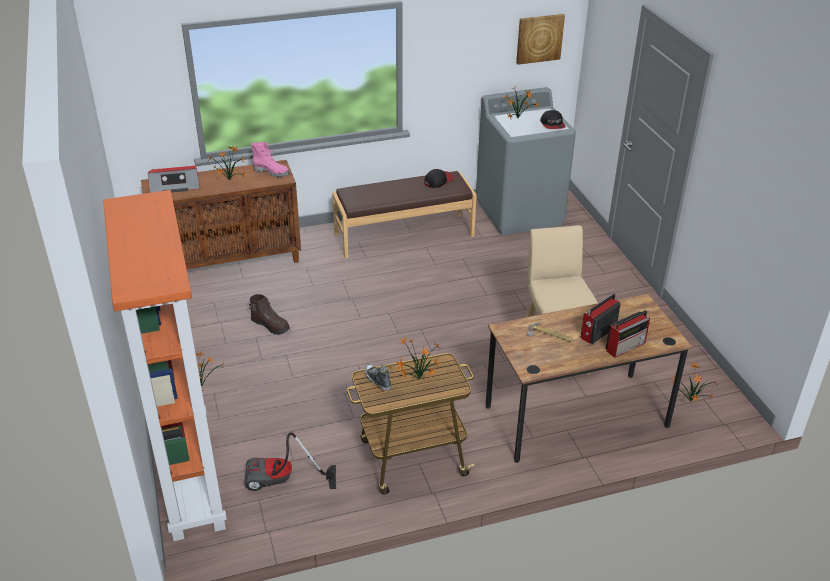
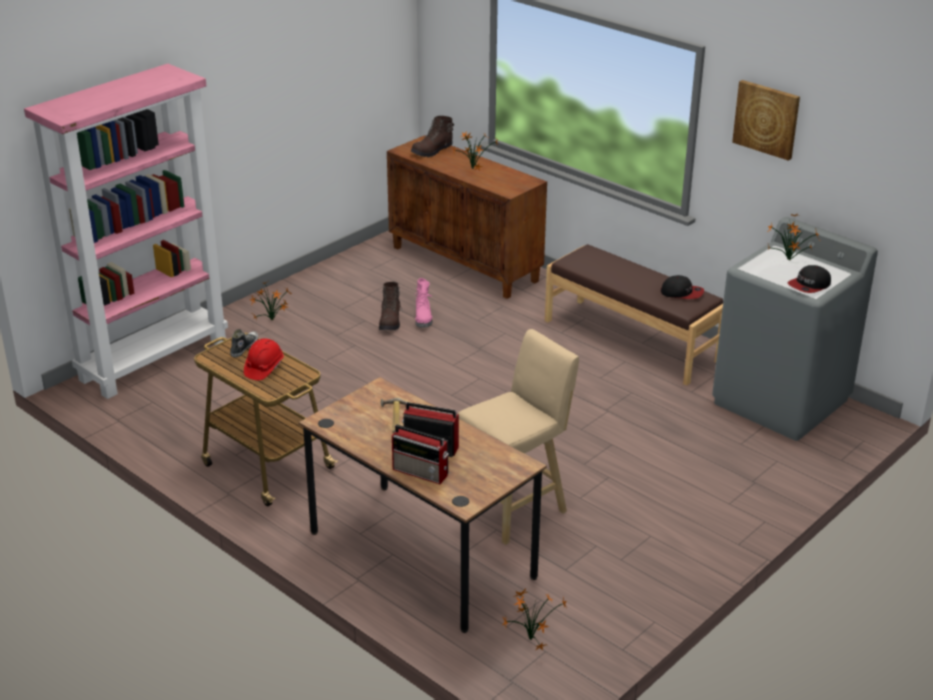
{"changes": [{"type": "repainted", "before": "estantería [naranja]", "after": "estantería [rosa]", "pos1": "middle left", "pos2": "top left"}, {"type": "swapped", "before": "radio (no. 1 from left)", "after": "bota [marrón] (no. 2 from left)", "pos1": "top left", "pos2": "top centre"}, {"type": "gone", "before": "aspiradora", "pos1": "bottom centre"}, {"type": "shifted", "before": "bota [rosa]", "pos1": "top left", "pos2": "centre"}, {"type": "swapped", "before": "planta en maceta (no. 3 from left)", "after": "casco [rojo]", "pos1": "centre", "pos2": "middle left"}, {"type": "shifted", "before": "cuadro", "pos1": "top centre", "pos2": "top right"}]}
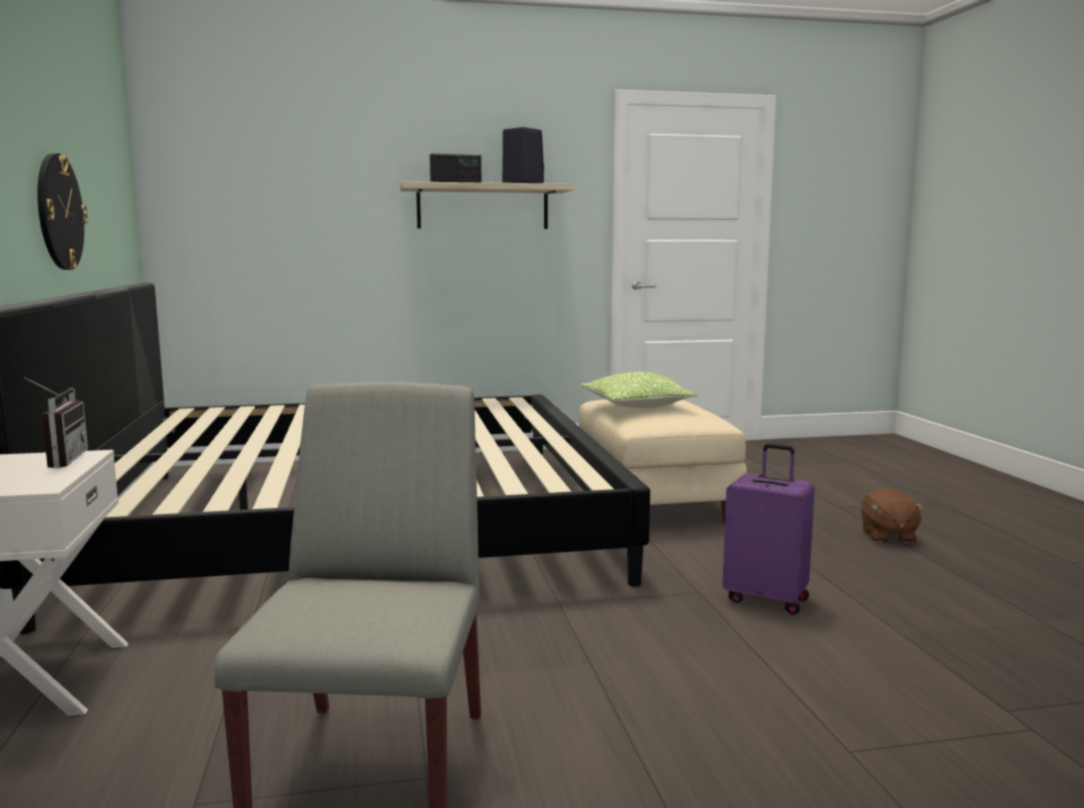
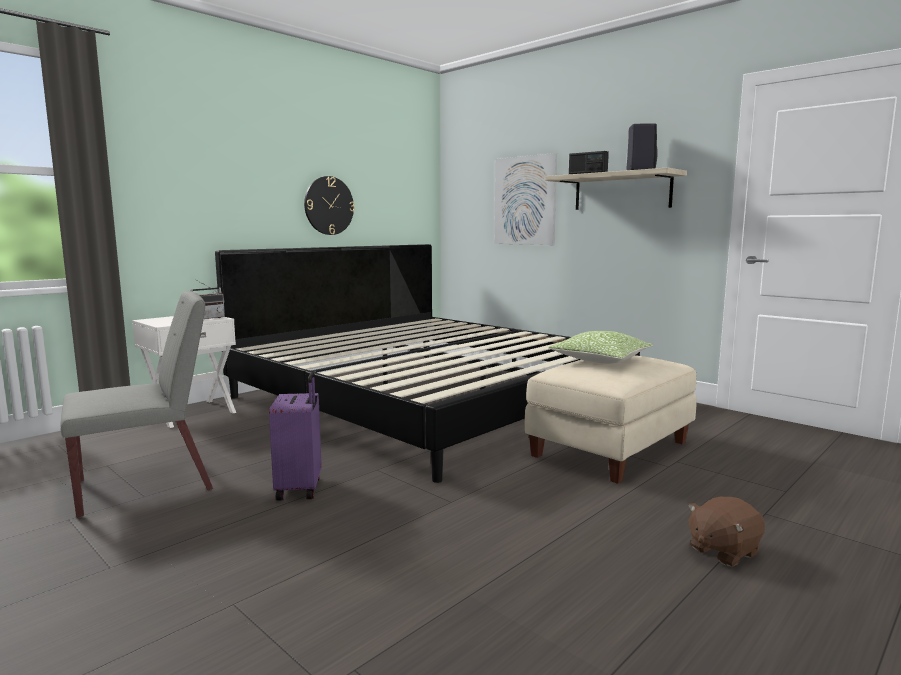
{"changes": [{"type": "shifted", "before": "maleta [morado]", "pos1": "middle right", "pos2": "middle left"}, {"type": "new", "after": "cuadro", "pos2": "top centre"}]}
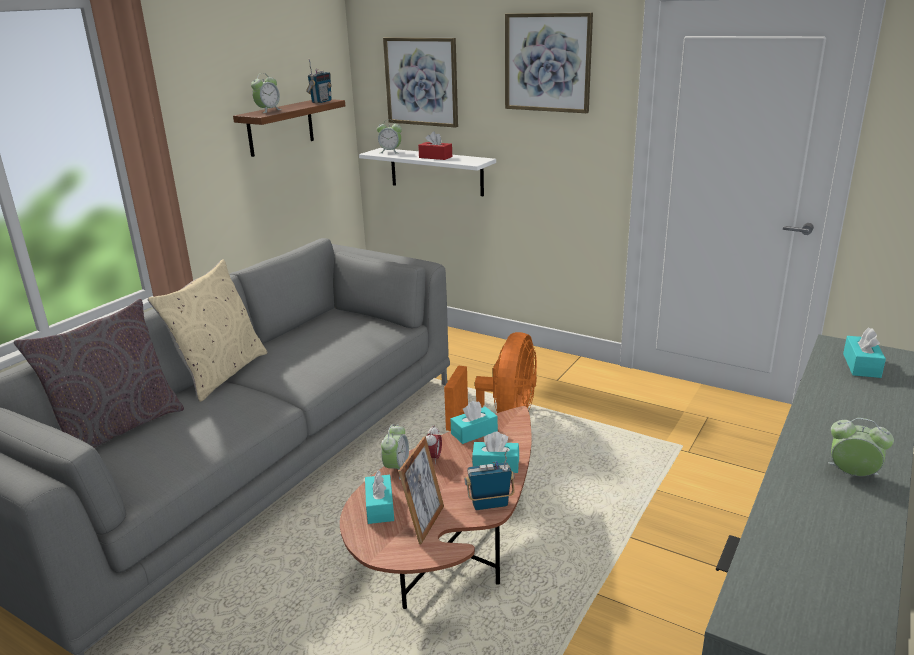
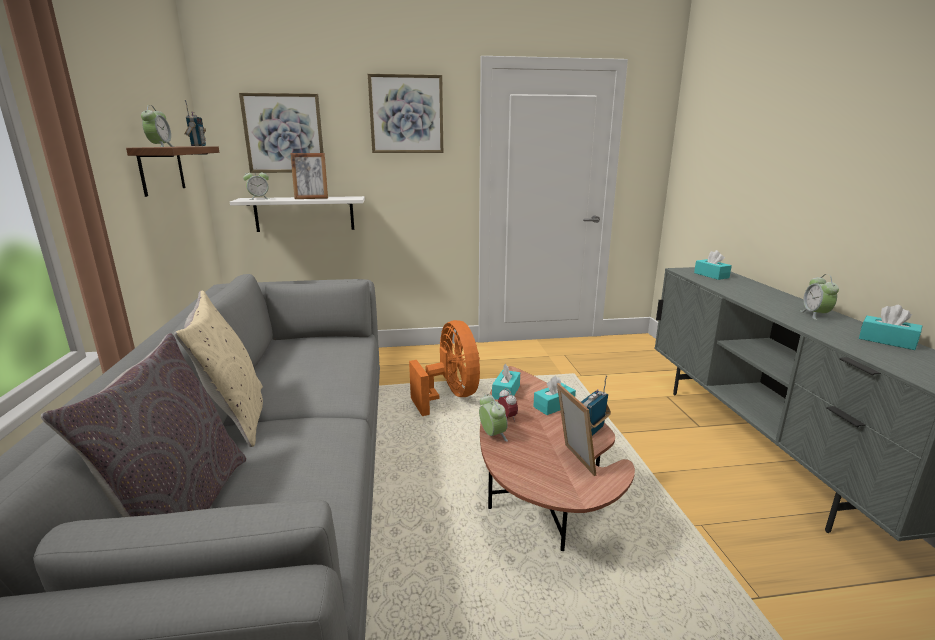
{"changes": [{"type": "shifted", "before": "caja de pañuelos [turquesa] (no. 1 from left in the first image)", "after": "caja de pañuelos [turquesa] (no. 4 from left)", "pos1": "bottom centre", "pos2": "middle right"}, {"type": "swapped", "before": "caja de pañuelos [rojo]", "after": "portarretratos (no. 1 from left)", "pos1": "top centre", "pos2": "top left"}, {"type": "rotated", "before": "despertador (no. 5 from left)", "pos1": "bottom right", "pos2": "middle right", "turn": -75}]}
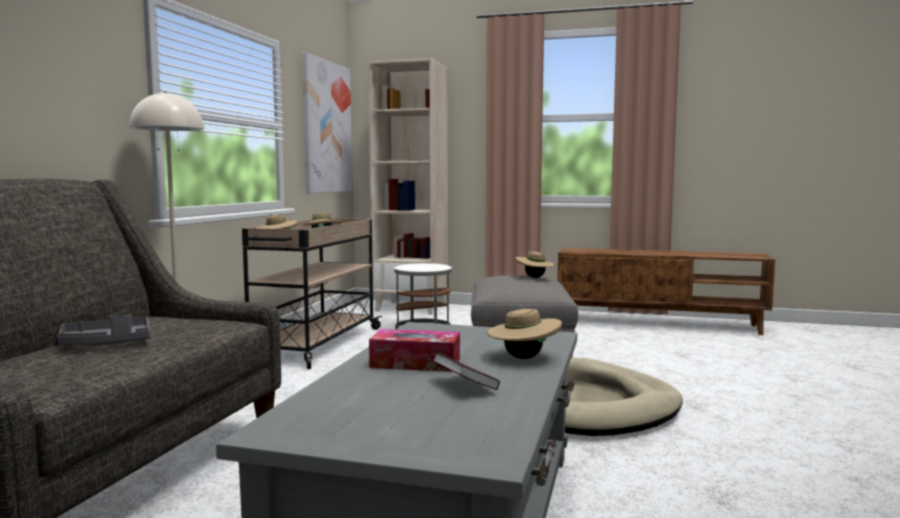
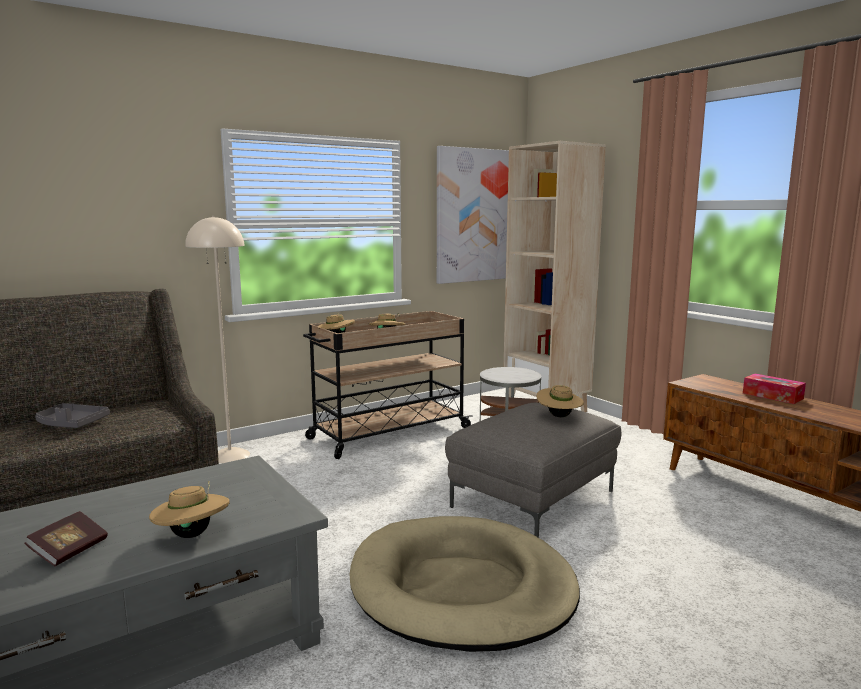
{"changes": [{"type": "shifted", "before": "caja de pañuelos", "pos1": "bottom centre", "pos2": "middle right"}]}
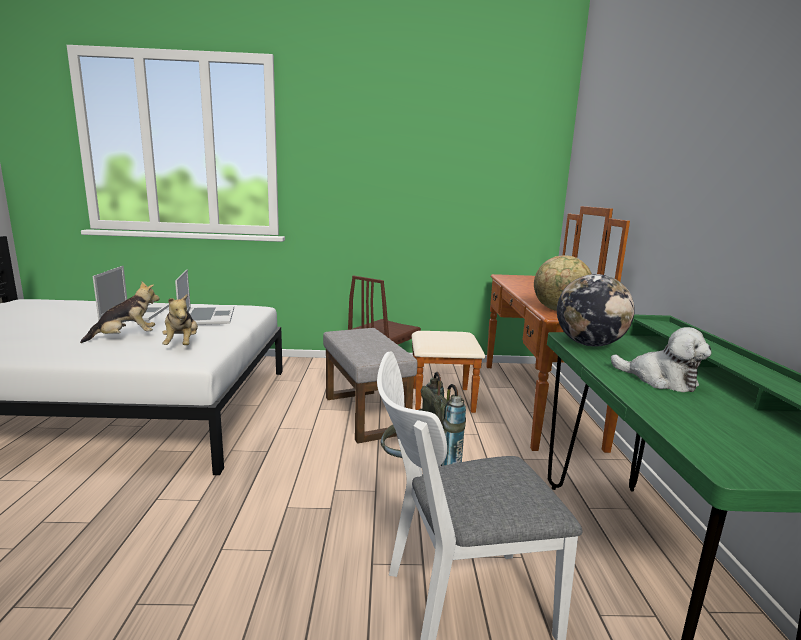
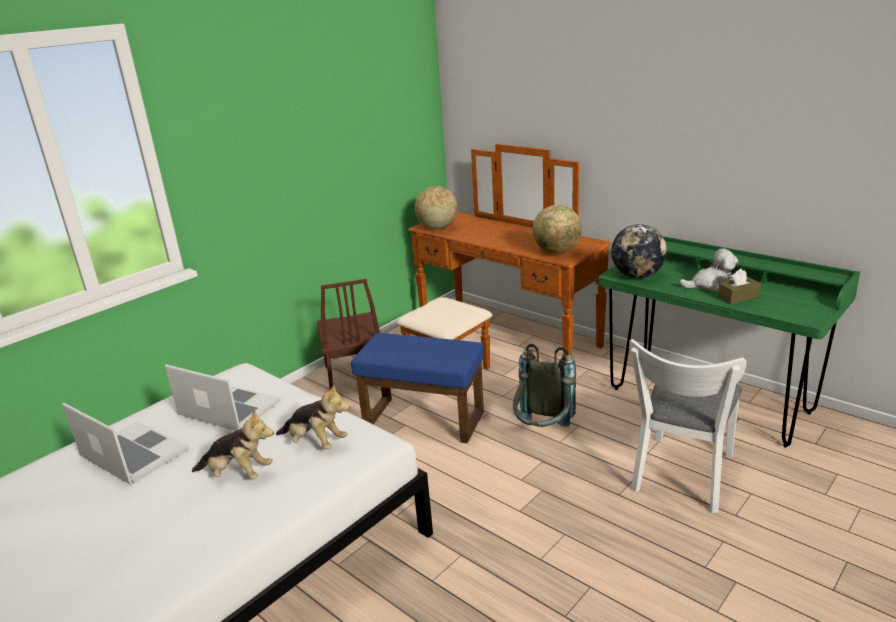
{"changes": [{"type": "rotated", "before": "peluche (no. 1 from left)", "pos1": "middle left", "pos2": "bottom left", "turn": 90}, {"type": "repainted", "before": "puf [gris]", "after": "puf [azul]", "pos1": "centre", "pos2": "centre"}, {"type": "new", "after": "globo terráqueo (no. 1 from left)", "pos2": "top centre"}, {"type": "new", "after": "caja de pañuelos [marrón]", "pos2": "middle right"}]}
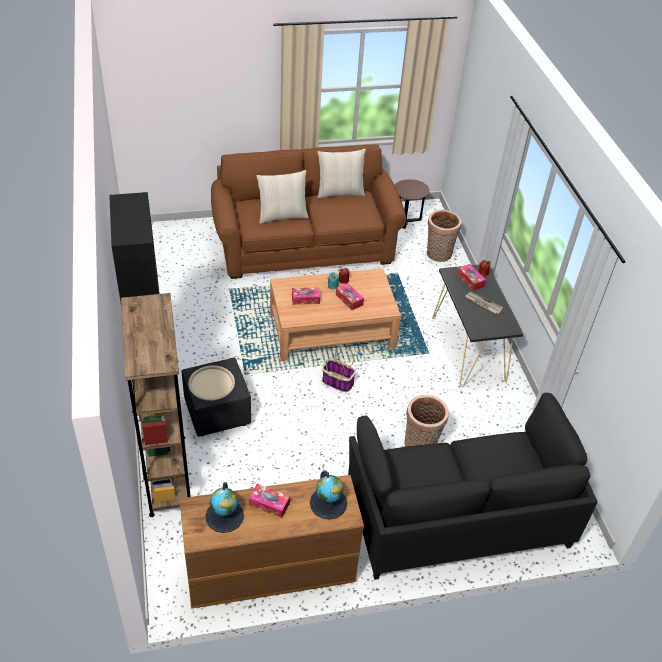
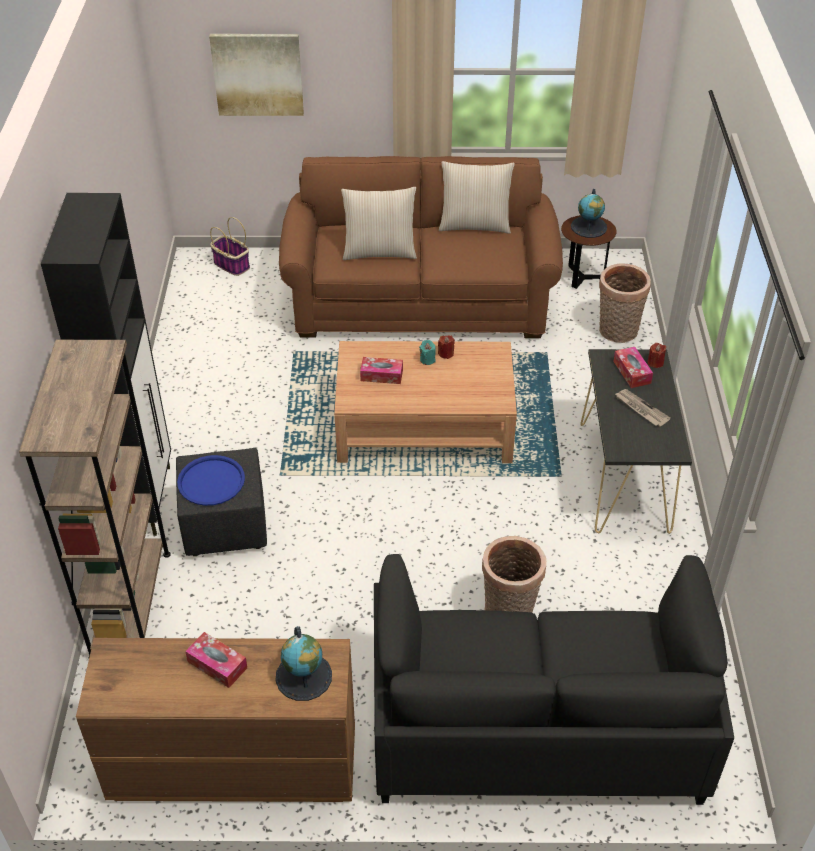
{"changes": [{"type": "repainted", "before": "bandeja [beis]", "after": "bandeja [azul]", "pos1": "middle left", "pos2": "middle left"}, {"type": "shifted", "before": "globo terráqueo (no. 1 from left in the first image)", "after": "globo terráqueo (no. 2 from left)", "pos1": "bottom centre", "pos2": "top right"}, {"type": "shifted", "before": "cesta (no. 1 from left)", "pos1": "centre", "pos2": "top left"}, {"type": "gone", "before": "caja de pañuelos (no. 3 from left)", "pos1": "centre"}, {"type": "new", "after": "cuadro", "pos2": "top left"}]}
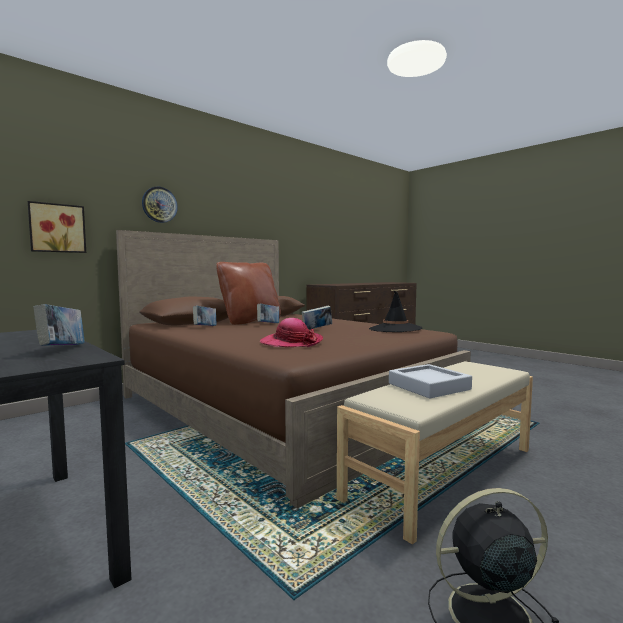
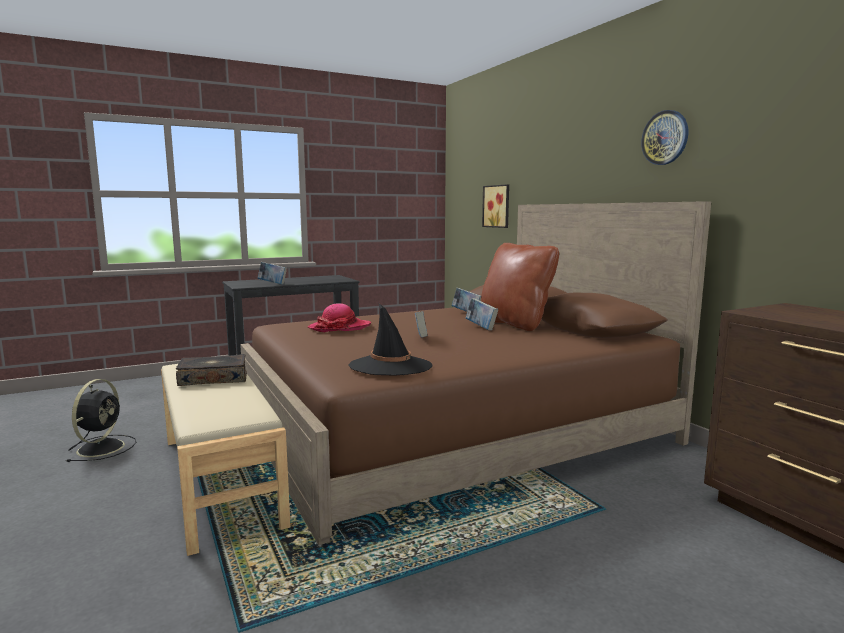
{"changes": [{"type": "shifted", "before": "reloj de pared", "pos1": "top left", "pos2": "top right"}, {"type": "swapped", "before": "bandeja [gris]", "after": "libro (no. 1 from left)", "pos1": "middle right", "pos2": "middle left"}]}
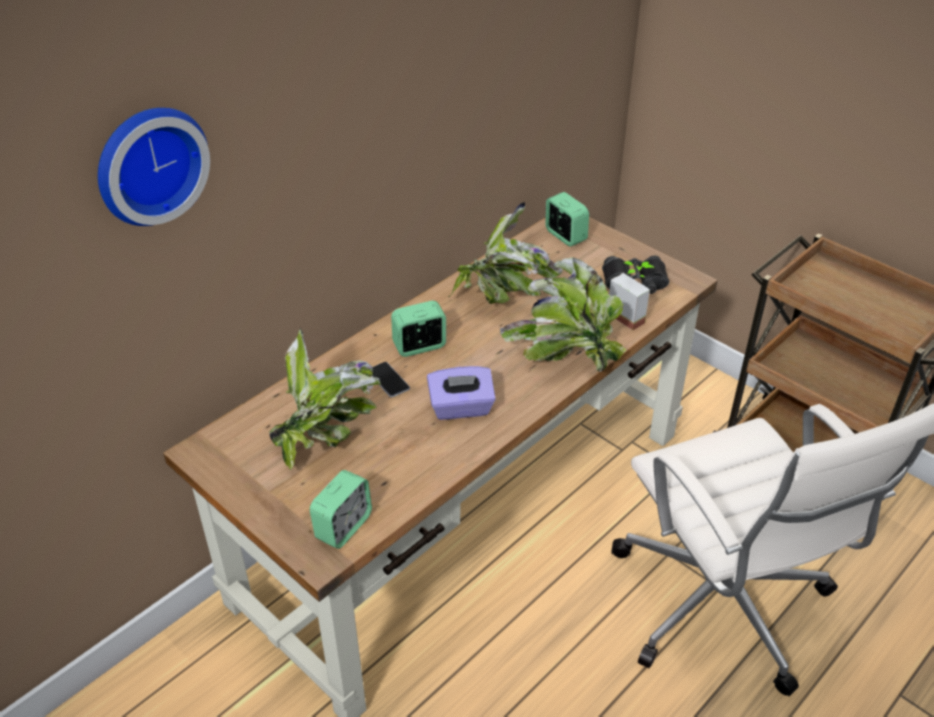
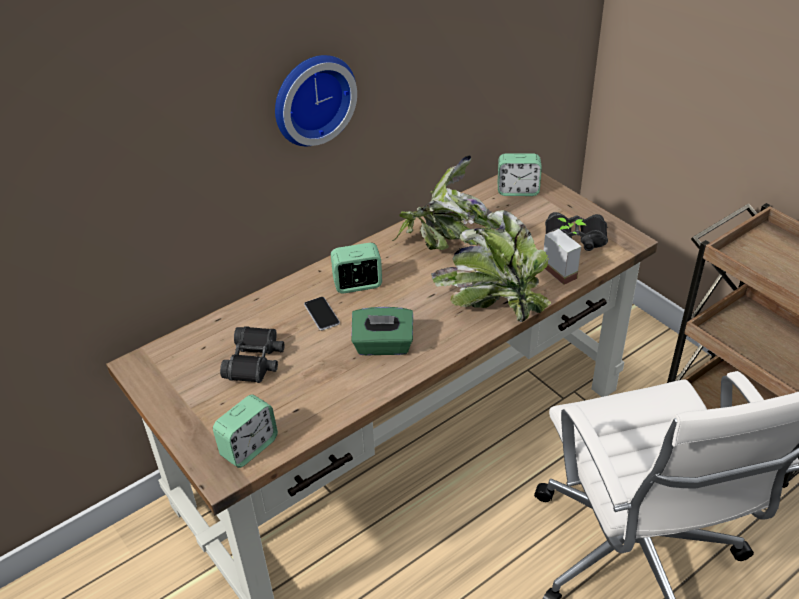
{"changes": [{"type": "shifted", "before": "reloj de pared", "pos1": "top left", "pos2": "top centre"}, {"type": "swapped", "before": "planta en maceta (no. 1 from left)", "after": "prismáticos [negro] (no. 1 from left)", "pos1": "centre", "pos2": "middle left"}, {"type": "repainted", "before": "caja de pañuelos [morado]", "after": "caja de pañuelos [verde]", "pos1": "centre", "pos2": "centre"}, {"type": "rotated", "before": "despertador (no. 3 from left)", "pos1": "top centre", "pos2": "top centre", "turn": 120}]}
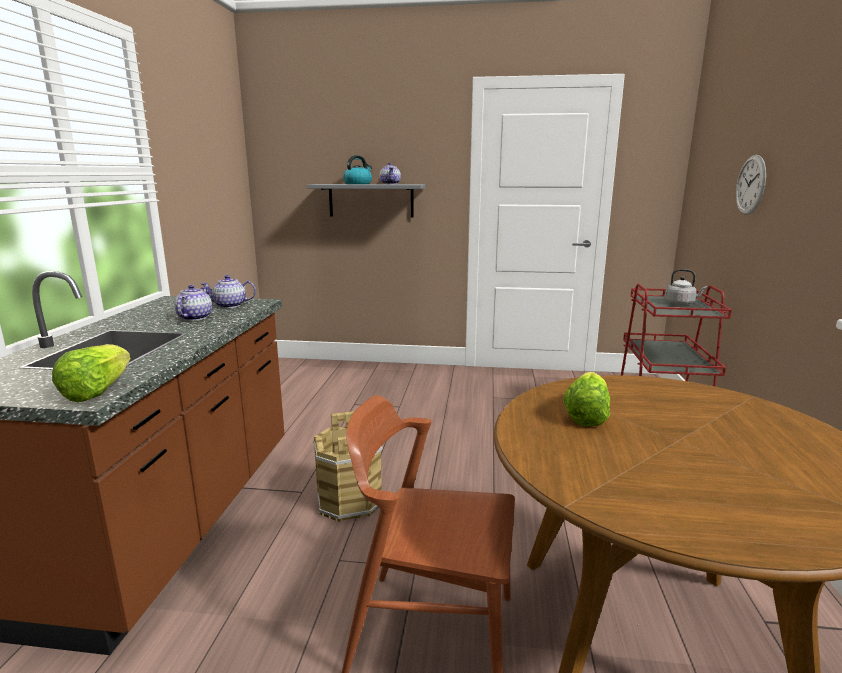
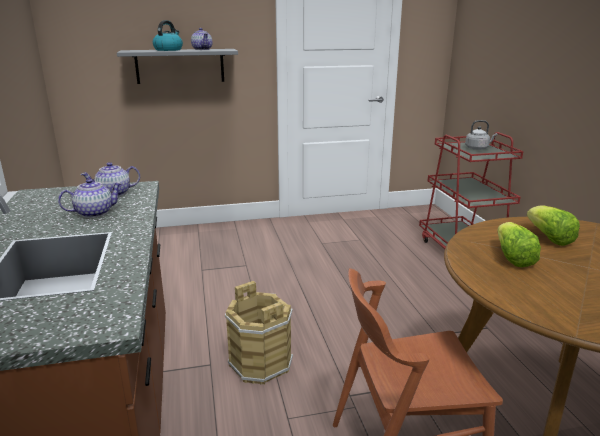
{"changes": [{"type": "shifted", "before": "lechuga (no. 1 from left in the first image)", "after": "lechuga (no. 2 from left)", "pos1": "middle left", "pos2": "middle right"}, {"type": "rotated", "before": "tetera (no. 1 from left)", "pos1": "middle left", "pos2": "middle left", "turn": 75}, {"type": "gone", "before": "reloj de pared", "pos1": "top right"}]}
